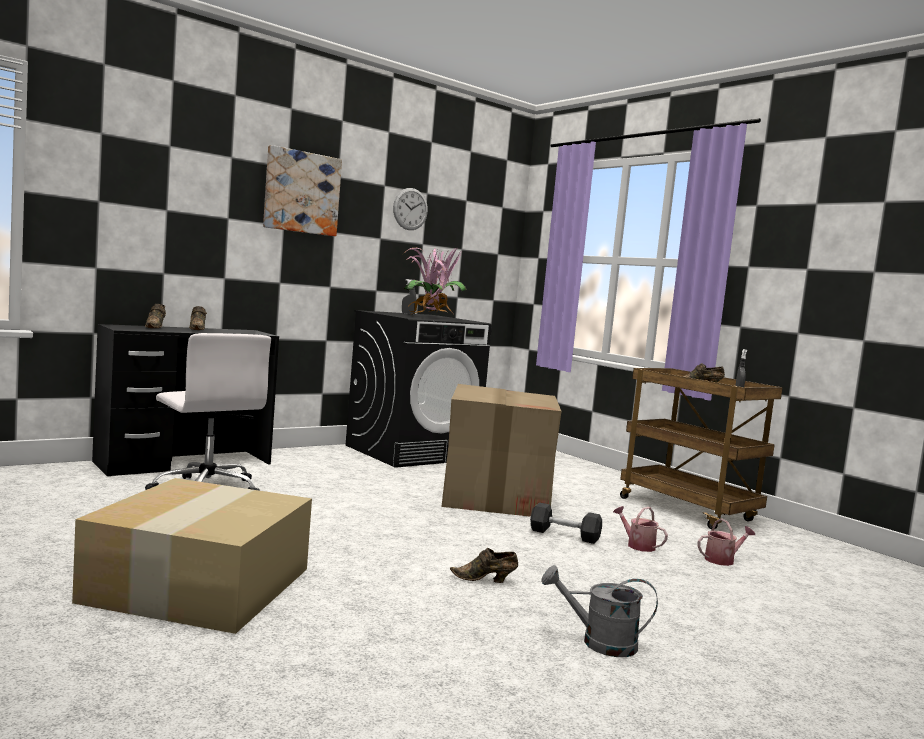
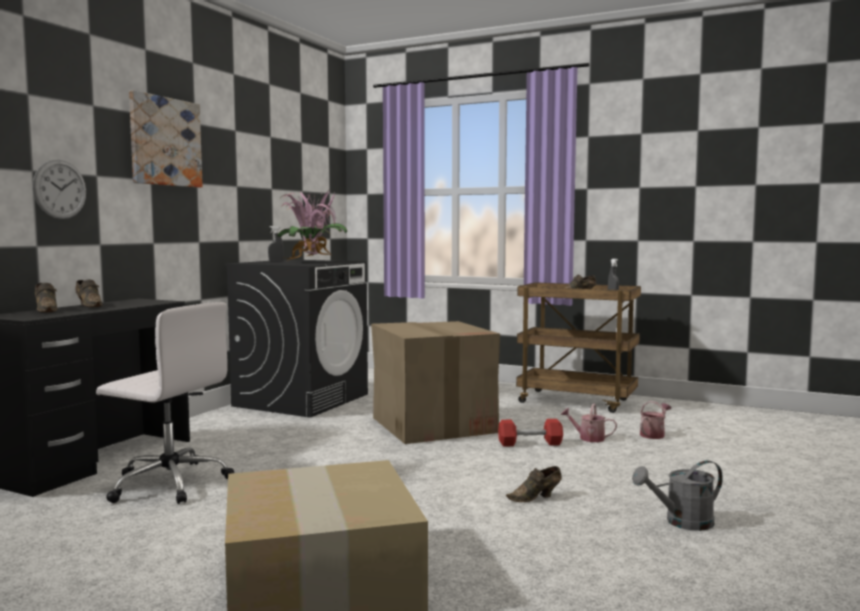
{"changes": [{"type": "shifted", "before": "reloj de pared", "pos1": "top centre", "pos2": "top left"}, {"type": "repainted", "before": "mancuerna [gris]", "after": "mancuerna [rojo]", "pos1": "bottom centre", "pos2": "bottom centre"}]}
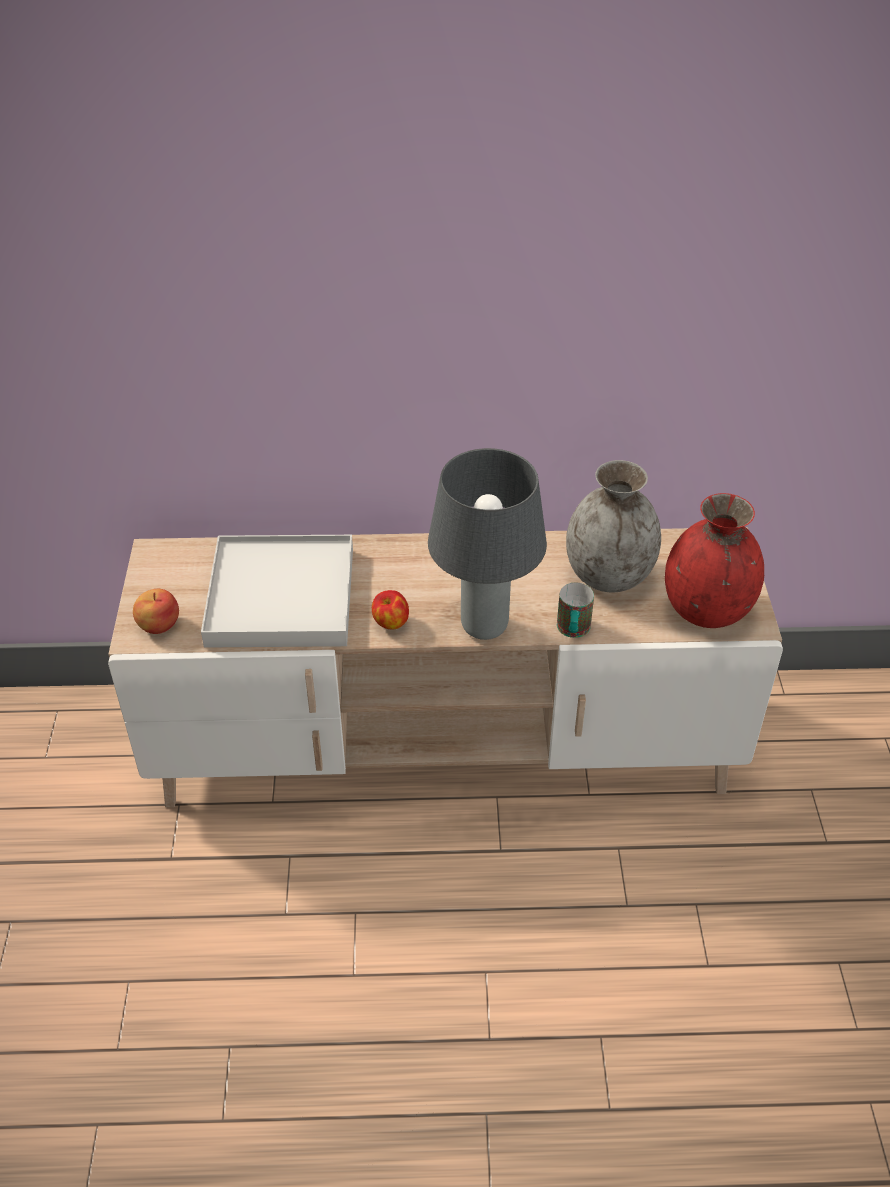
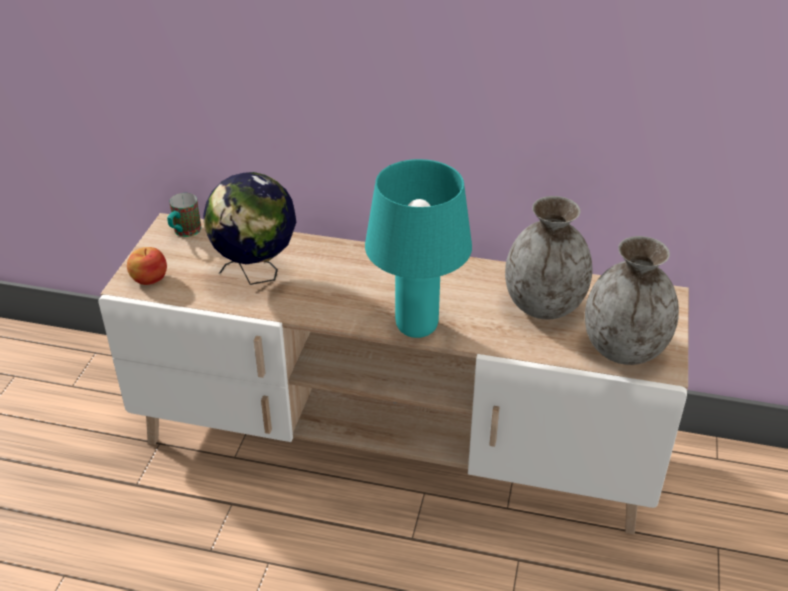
{"changes": [{"type": "swapped", "before": "bandeja [blanco]", "after": "globo terráqueo", "pos1": "middle left", "pos2": "middle left"}, {"type": "gone", "before": "manzana (no. 2 from left)", "pos1": "centre"}, {"type": "repainted", "before": "lámpara de mesa [gris]", "after": "lámpara de mesa [turquesa]", "pos1": "centre", "pos2": "centre"}, {"type": "shifted", "before": "taza grande", "pos1": "centre", "pos2": "middle left"}, {"type": "repainted", "before": "florero [rojo]", "after": "florero [gris] (no. 2 from left)", "pos1": "middle right", "pos2": "middle right"}]}
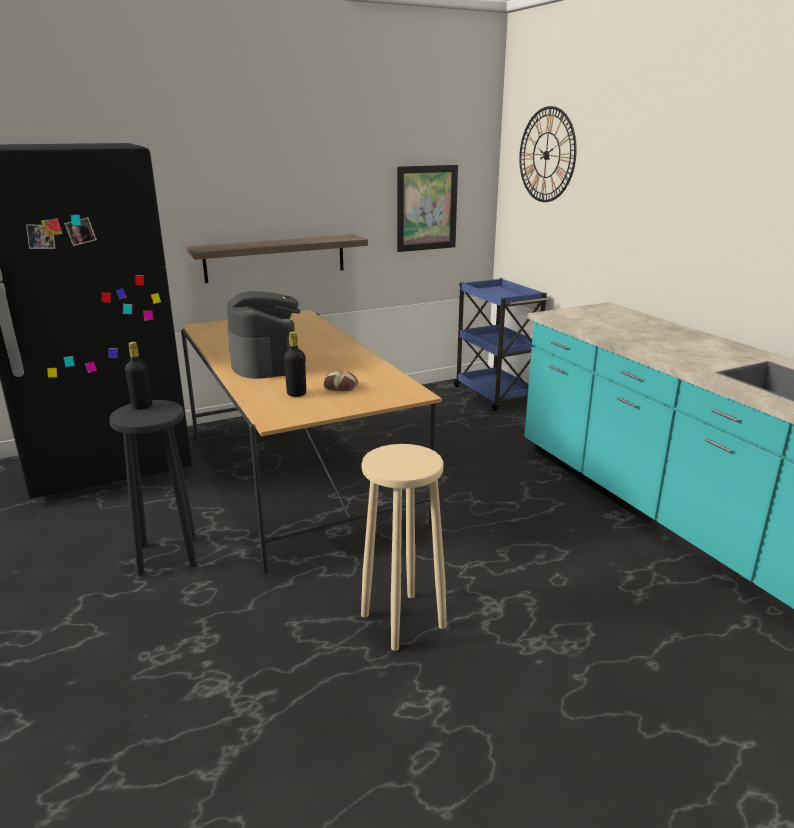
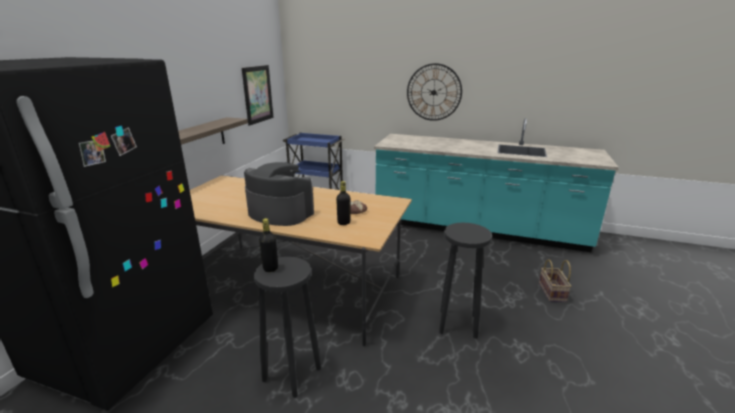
{"changes": [{"type": "repainted", "before": "taburete [beis]", "after": "taburete [negro] (no. 2 from left)", "pos1": "centre", "pos2": "bottom centre"}, {"type": "shifted", "before": "reloj de pared", "pos1": "top right", "pos2": "top centre"}, {"type": "new", "after": "cesta", "pos2": "bottom right"}]}
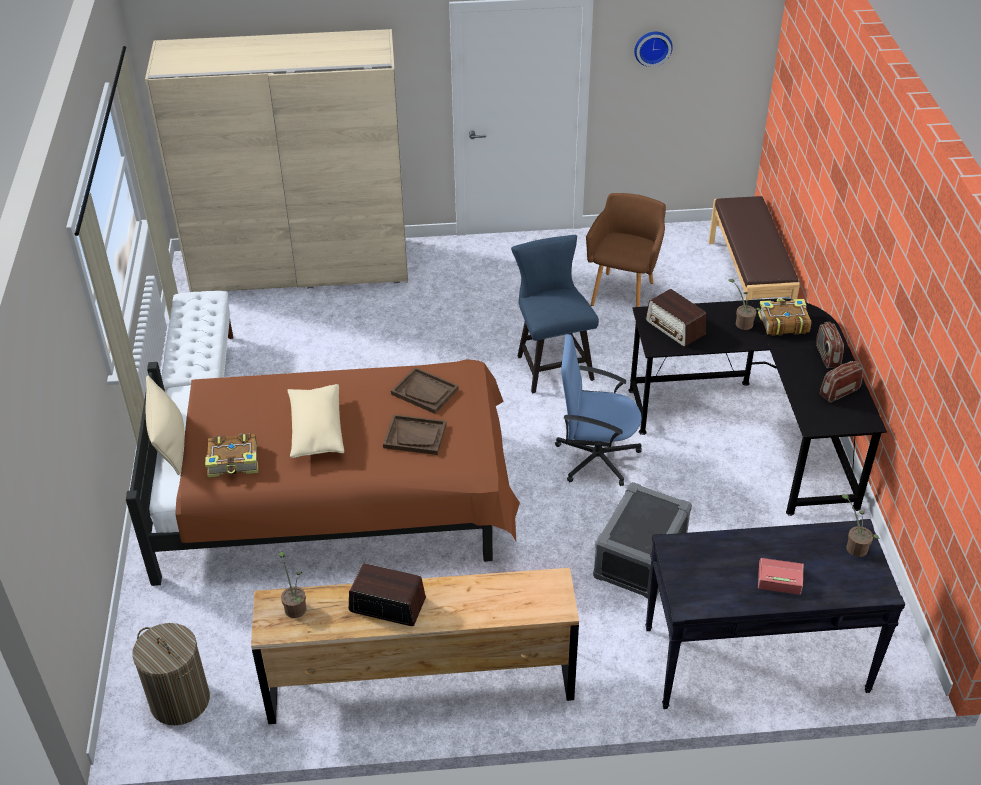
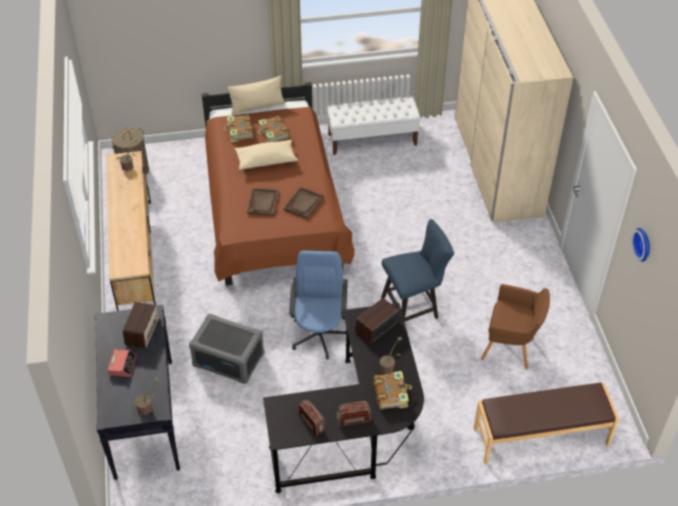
{"changes": [{"type": "shifted", "before": "radio (no. 1 from left)", "pos1": "bottom centre", "pos2": "middle left"}, {"type": "new", "after": "libro (no. 2 from left)", "pos2": "top centre"}]}
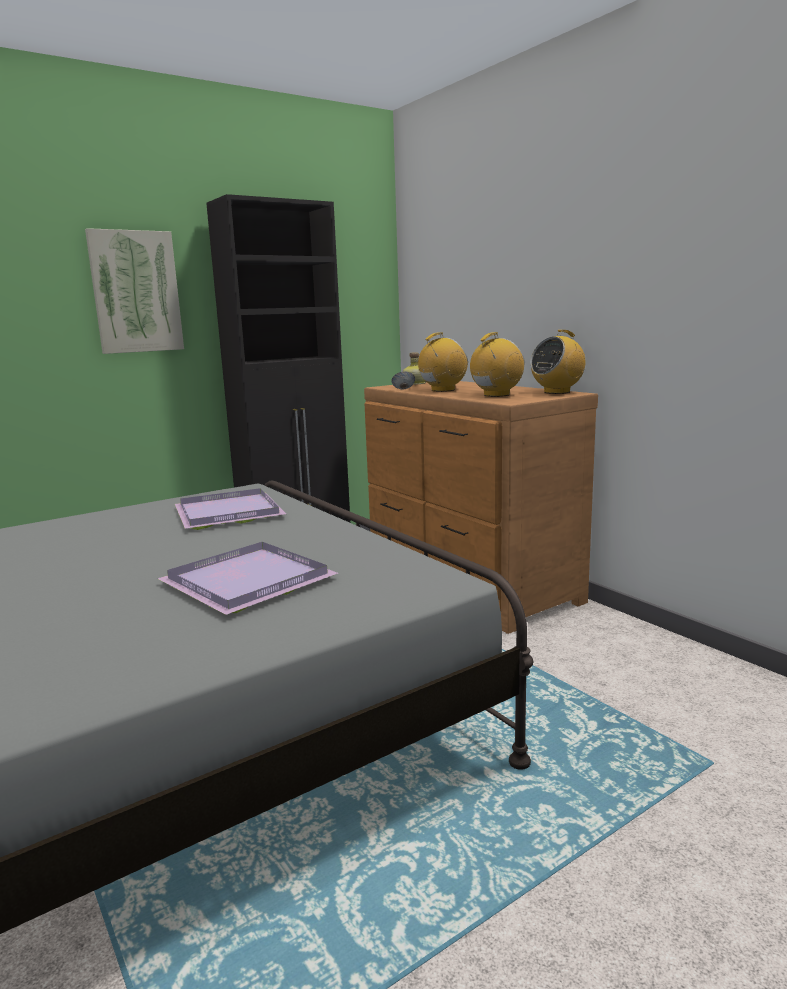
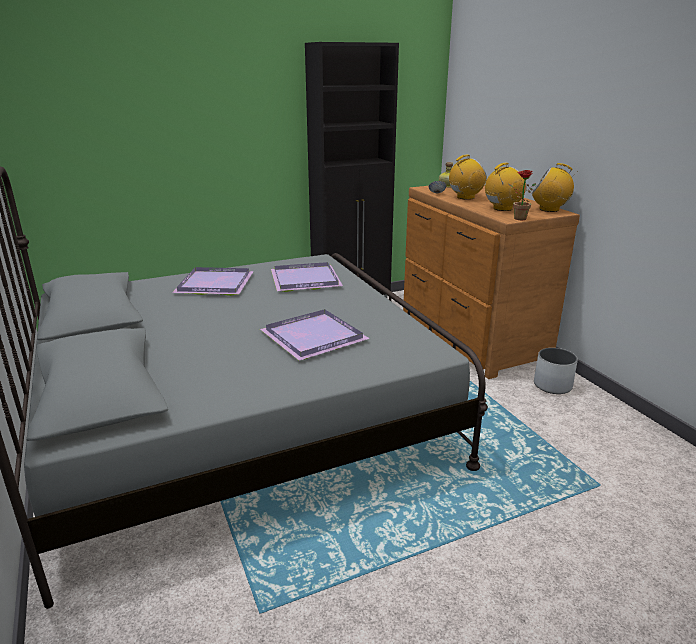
{"changes": [{"type": "gone", "before": "cuadro", "pos1": "top left"}, {"type": "rotated", "before": "radio (no. 3 from left)", "pos1": "middle right", "pos2": "top right", "turn": 45}, {"type": "new", "after": "bandeja [morado] (no. 1 from left)", "pos2": "middle left"}, {"type": "new", "after": "planta en maceta", "pos2": "top right"}, {"type": "new", "after": "maceta [blanco]", "pos2": "middle right"}]}
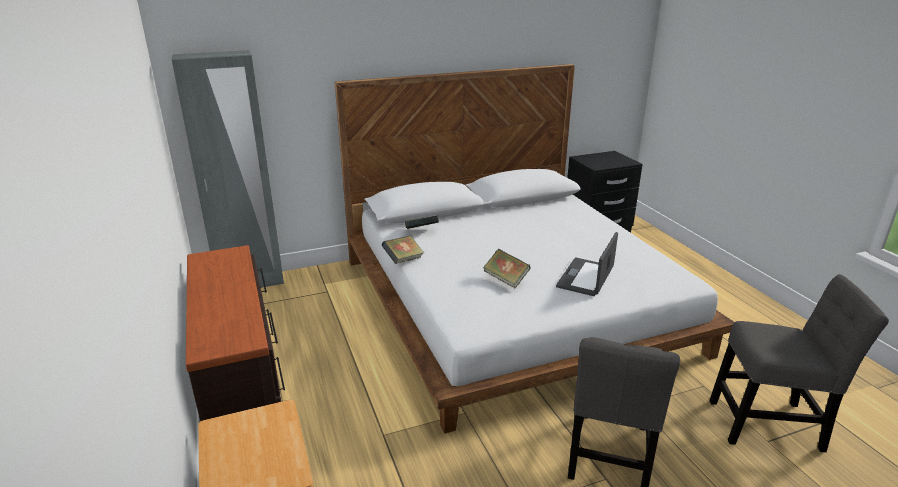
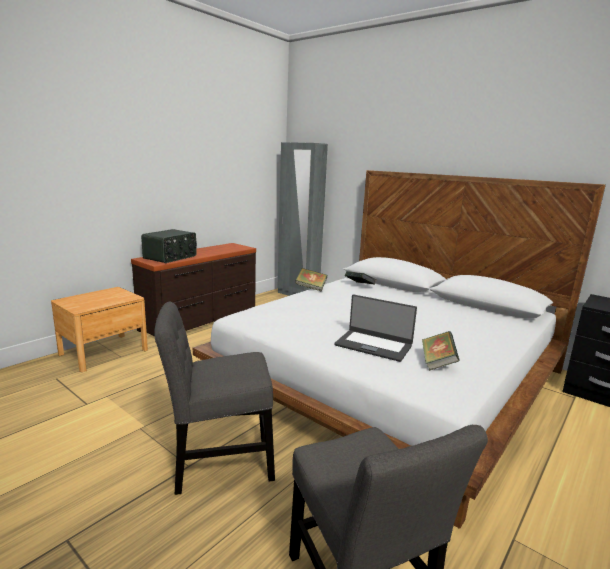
{"changes": [{"type": "shifted", "before": "libro (no. 3 from left)", "pos1": "centre", "pos2": "middle right"}, {"type": "rotated", "before": "portátil", "pos1": "centre", "pos2": "centre", "turn": -150}, {"type": "new", "after": "radio", "pos2": "middle left"}]}
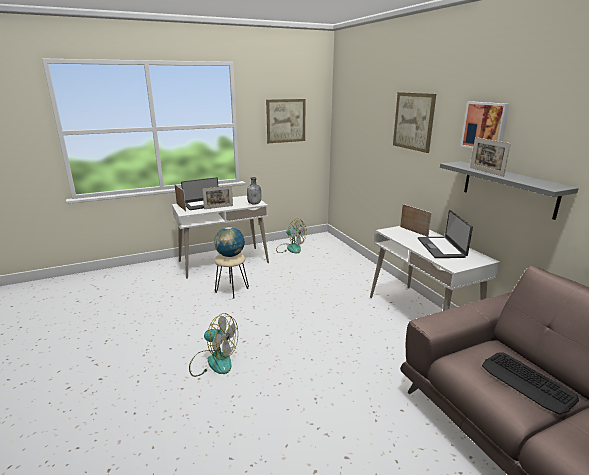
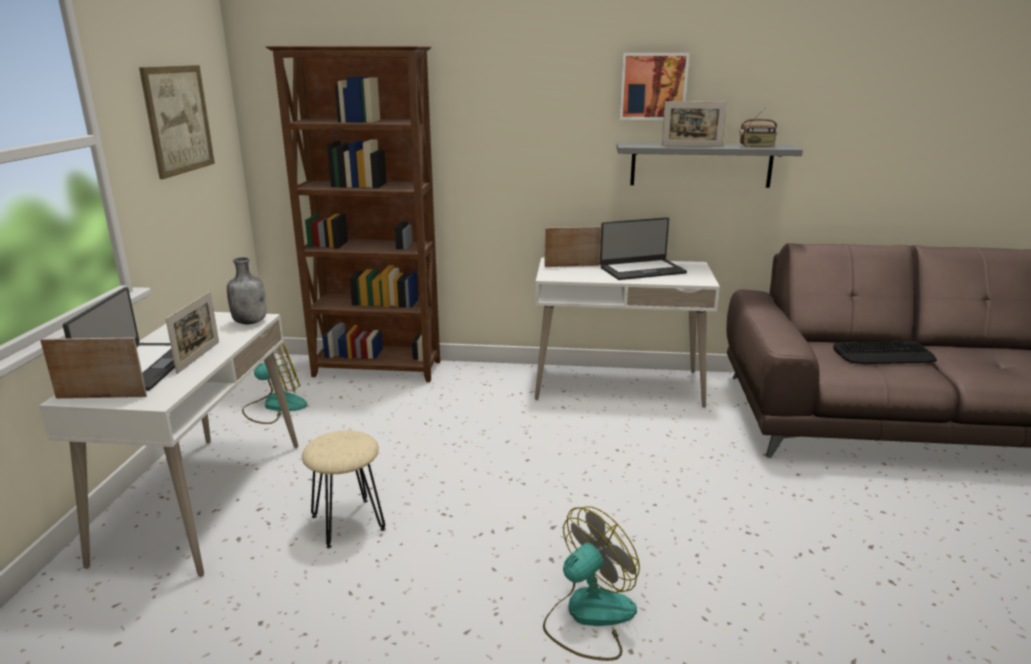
{"changes": [{"type": "gone", "before": "globo terráqueo", "pos1": "centre"}, {"type": "gone", "before": "cuadro (no. 2 from left)", "pos1": "top right"}, {"type": "rotated", "before": "portátil (no. 2 from left)", "pos1": "middle right", "pos2": "centre", "turn": -45}, {"type": "new", "after": "estantería [marrón]", "pos2": "top centre"}, {"type": "new", "after": "radio", "pos2": "top right"}]}
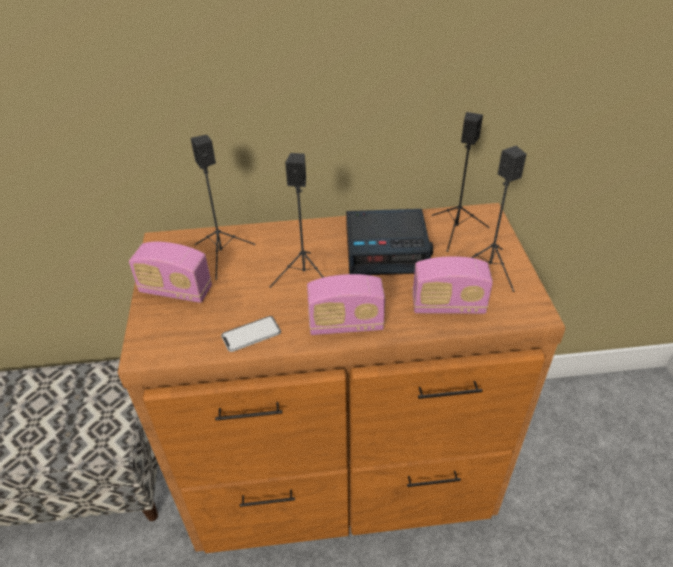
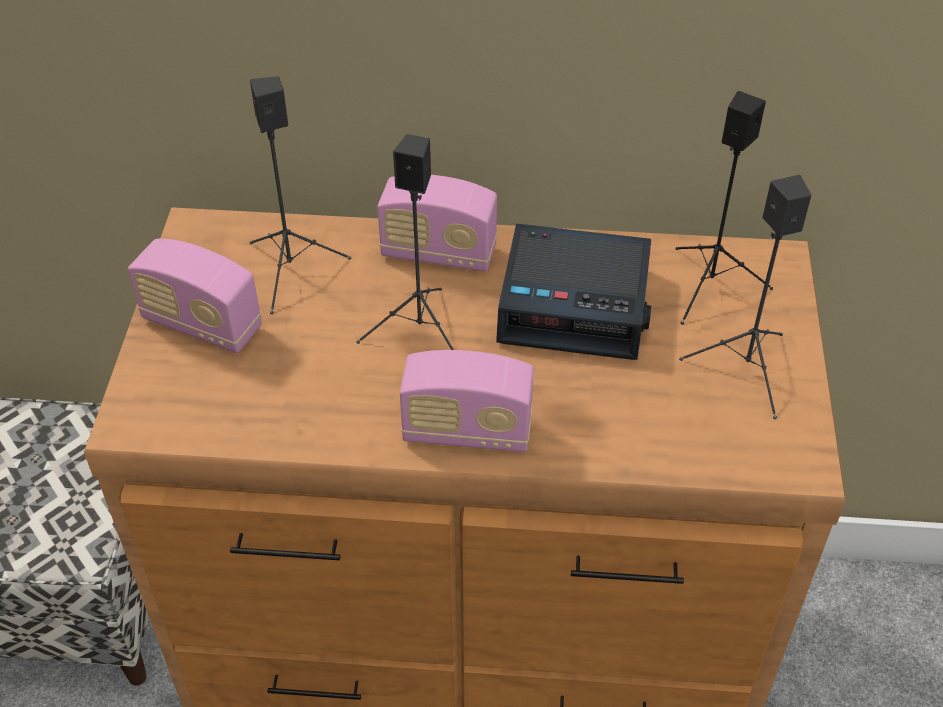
{"changes": [{"type": "gone", "before": "móvil", "pos1": "centre"}, {"type": "shifted", "before": "radio (no. 3 from left in the first image)", "after": "radio (no. 2 from left)", "pos1": "middle right", "pos2": "top centre"}]}
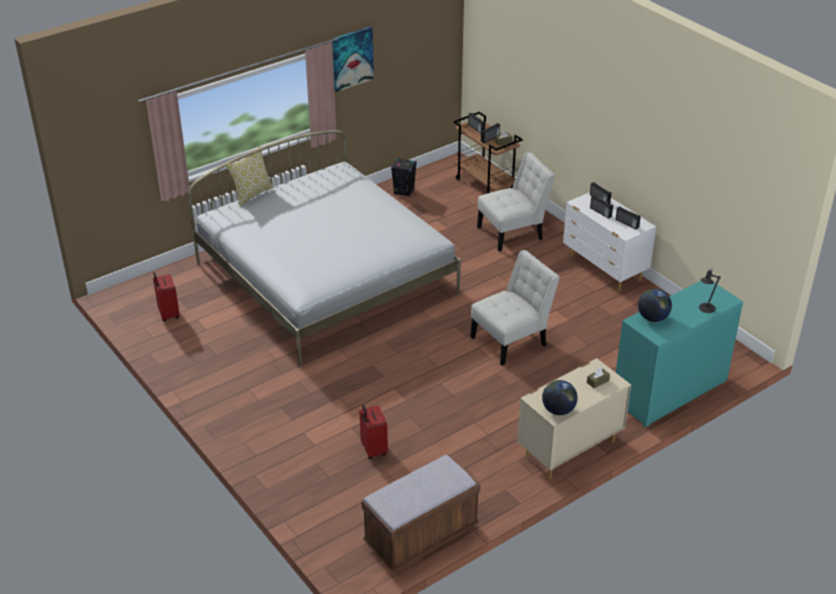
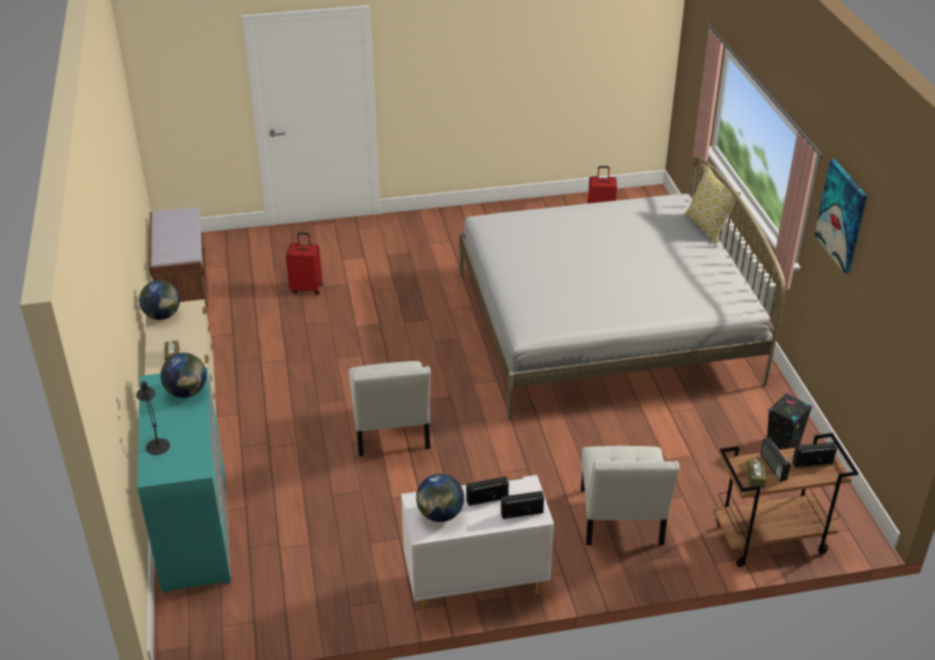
{"changes": [{"type": "swapped", "before": "radio (no. 5 from left)", "after": "globo terráqueo (no. 3 from left)", "pos1": "middle right", "pos2": "bottom centre"}]}
